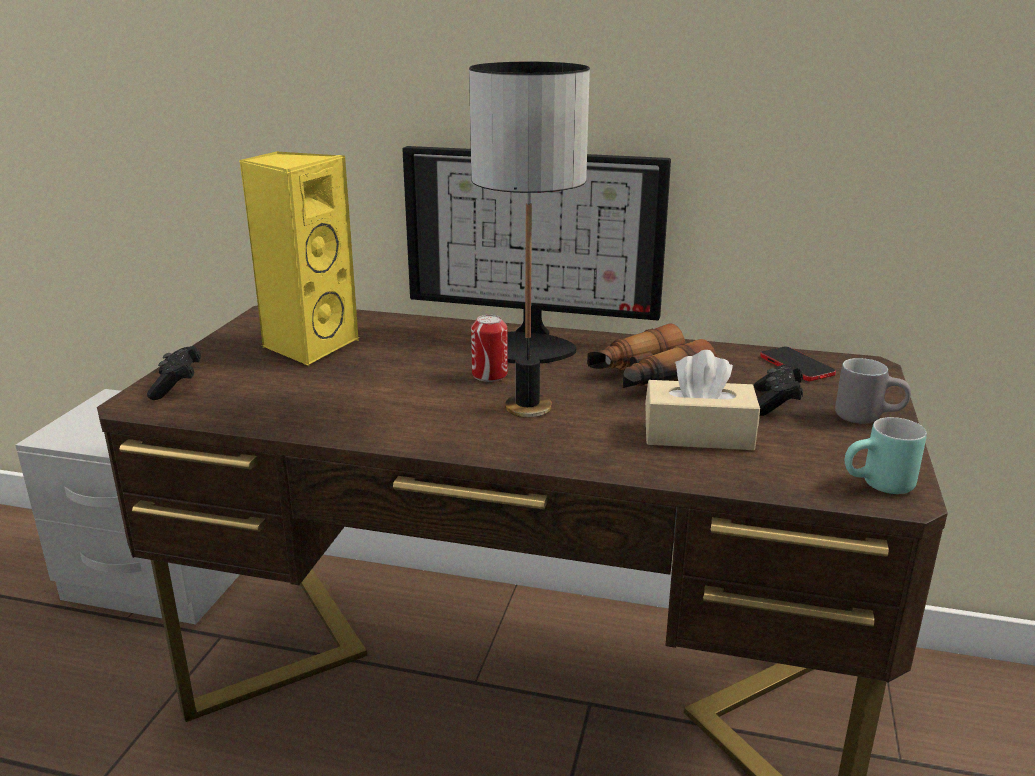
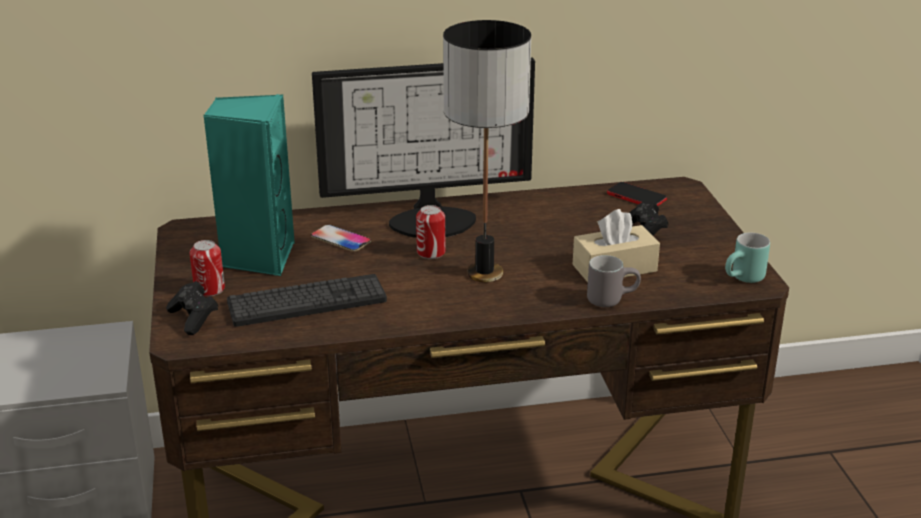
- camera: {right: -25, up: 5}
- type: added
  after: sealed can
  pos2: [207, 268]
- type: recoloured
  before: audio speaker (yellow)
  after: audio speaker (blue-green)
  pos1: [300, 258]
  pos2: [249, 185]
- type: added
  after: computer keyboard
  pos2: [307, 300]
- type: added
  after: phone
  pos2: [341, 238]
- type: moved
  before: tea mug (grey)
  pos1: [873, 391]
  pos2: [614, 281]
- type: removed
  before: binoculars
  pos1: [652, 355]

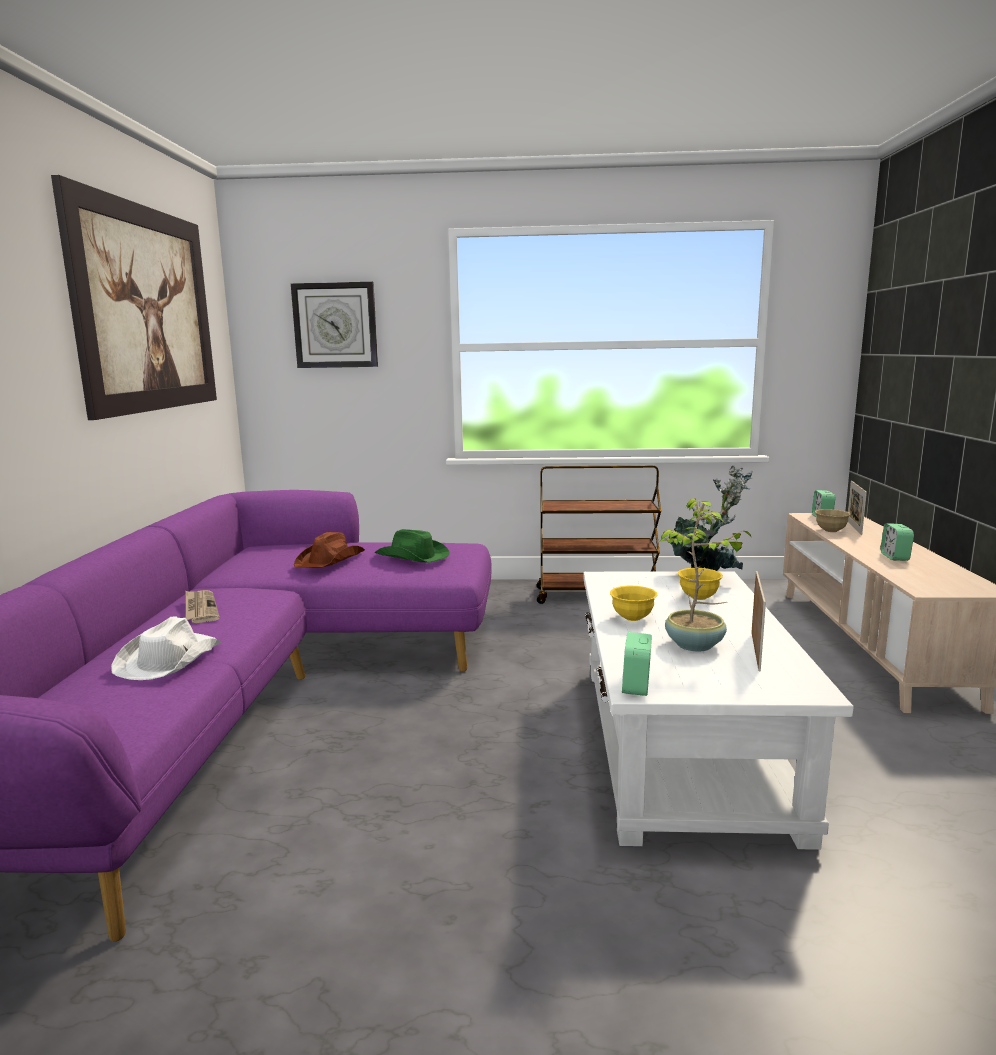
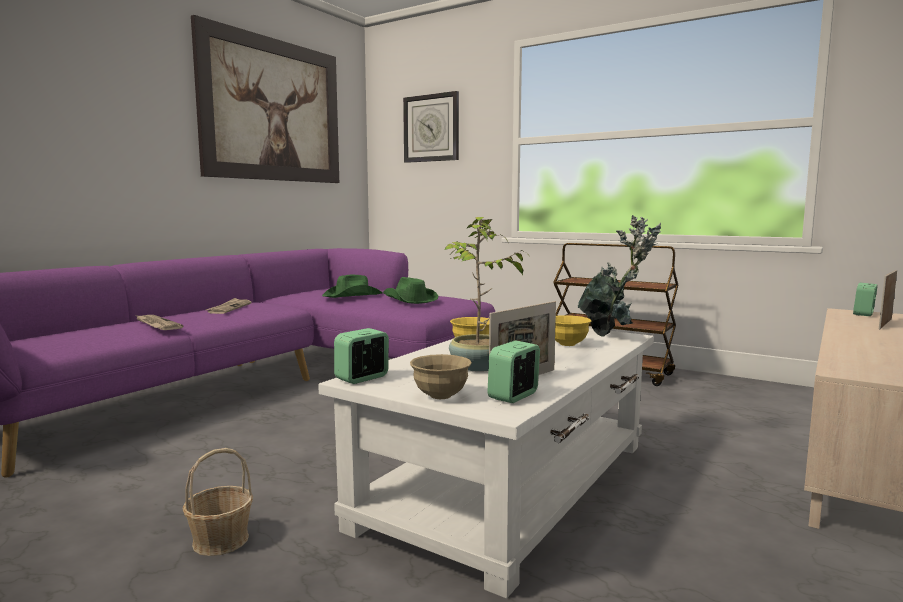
- camera: {right: 30, up: -5}
- type: replaced
  before: hat (whitish)
  after: printed paper
  pos1: [166, 648]
  pos2: [159, 322]
- type: added
  after: household basket
  pos2: [217, 502]
- type: recoloured
  before: hat (brown)
  after: hat (green)
  pos1: [329, 550]
  pos2: [352, 286]
- type: moved
  before: serving bowl (sand-coloured)
  pos1: [833, 520]
  pos2: [441, 376]
- type: moved
  before: bedside clock
  pos1: [897, 542]
  pos2: [514, 371]

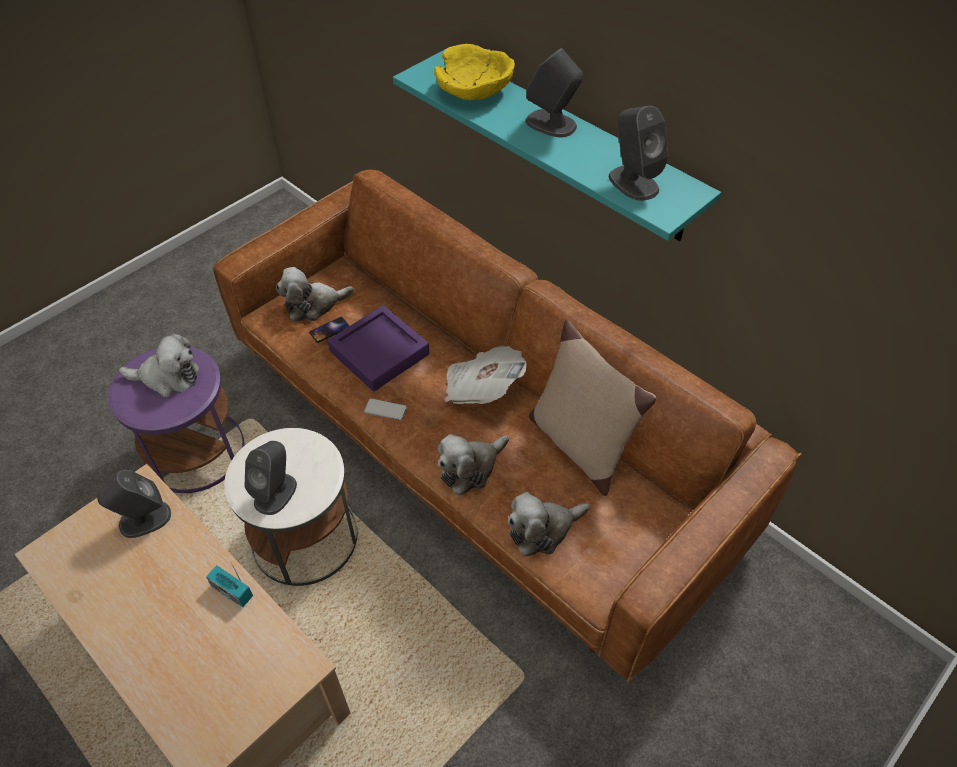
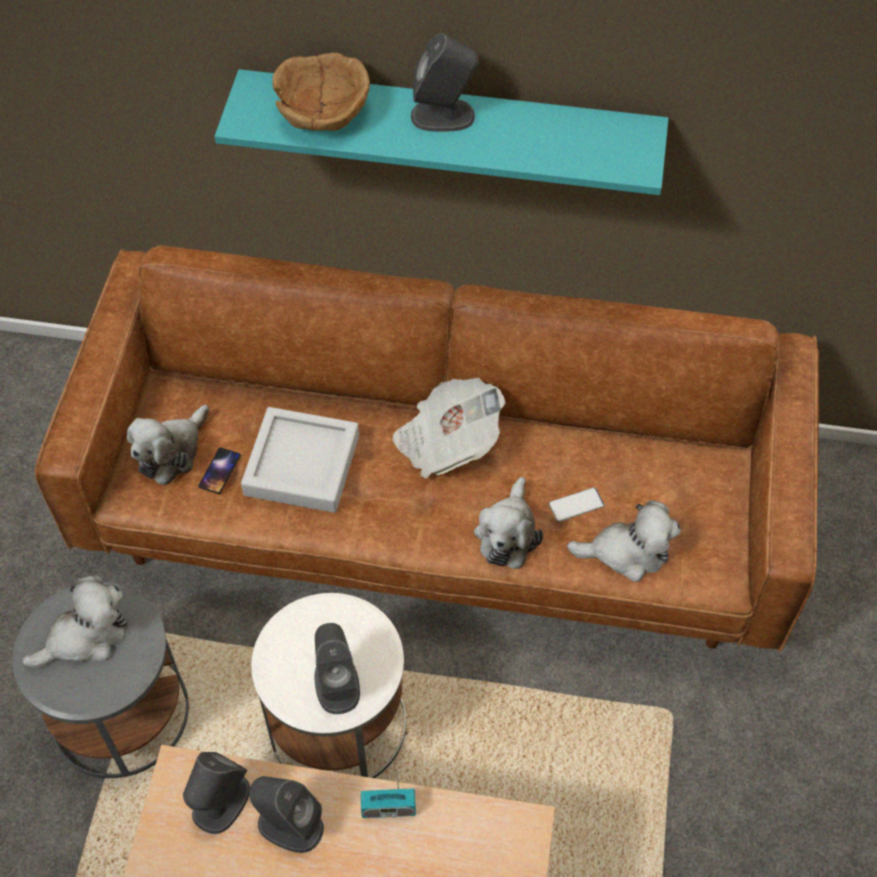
- camera: {right: -35, up: 5}
- type: recoloured
  before: side table (purple-coloured)
  after: side table (grey)
  pos1: [176, 420]
  pos2: [101, 680]
- type: recoloured
  before: carrying tray (purple-coloured)
  after: carrying tray (grey)
  pos1: [378, 348]
  pos2: [300, 460]
- type: moved
  before: audio speaker (grey)
  pos1: [638, 153]
  pos2: [286, 814]
- type: recoloured
  before: serving bowl (yellow)
  after: serving bowl (brown)
  pos1: [474, 72]
  pos2: [321, 92]
- type: moved
  before: phone
  pos1: [385, 409]
  pos2: [576, 504]
- type: turned
  before: plush toy
  pos1: [549, 524]
  pos2: [624, 541]
  turn: -120
- type: removed
  before: pillow (sand-coloured)
  pos1: [592, 407]

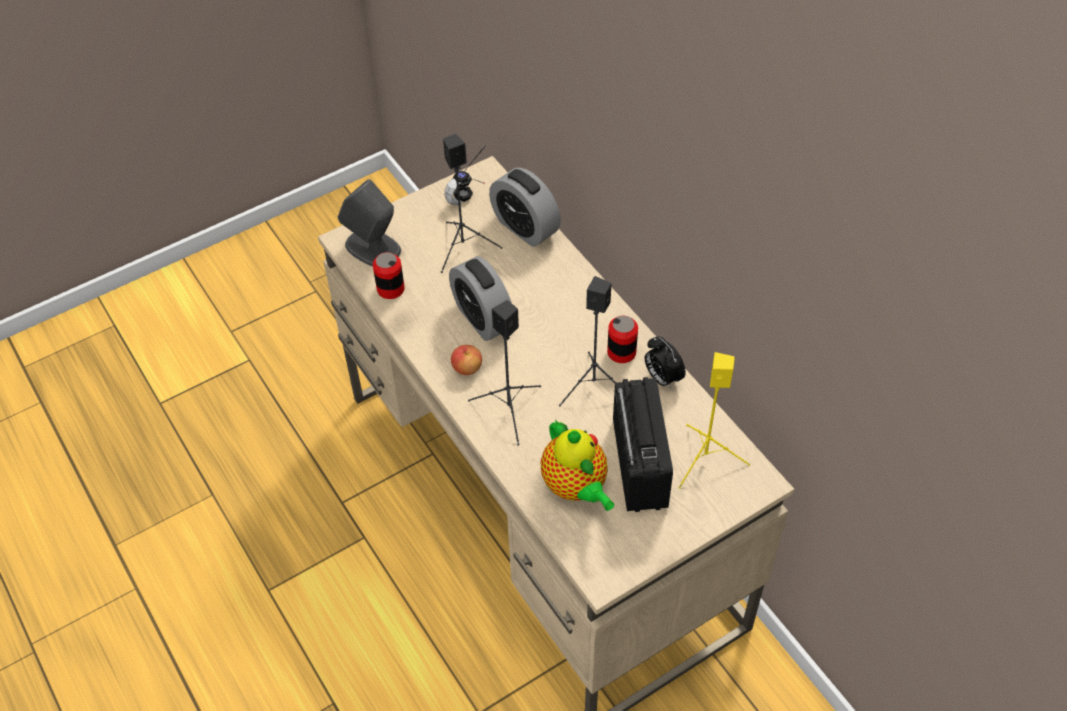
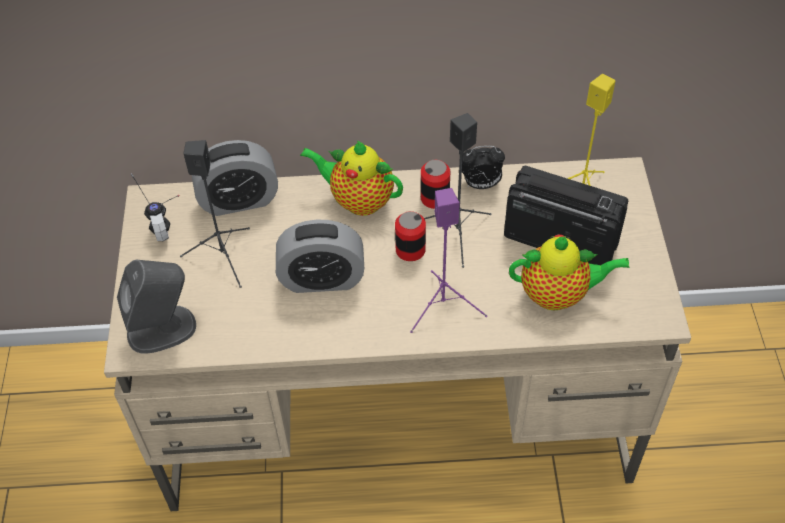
- camera: {right: -60, up: 0}
- type: added
  after: pot for tea
  pos2: [351, 178]
- type: moved
  before: sealed can
  pos1: [389, 275]
  pos2: [410, 236]
- type: recoloured
  before: audio speaker (black)
  after: audio speaker (purple-coloured)
  pos1: [504, 373]
  pos2: [448, 260]
- type: removed
  before: whole apple
  pos1: [466, 360]

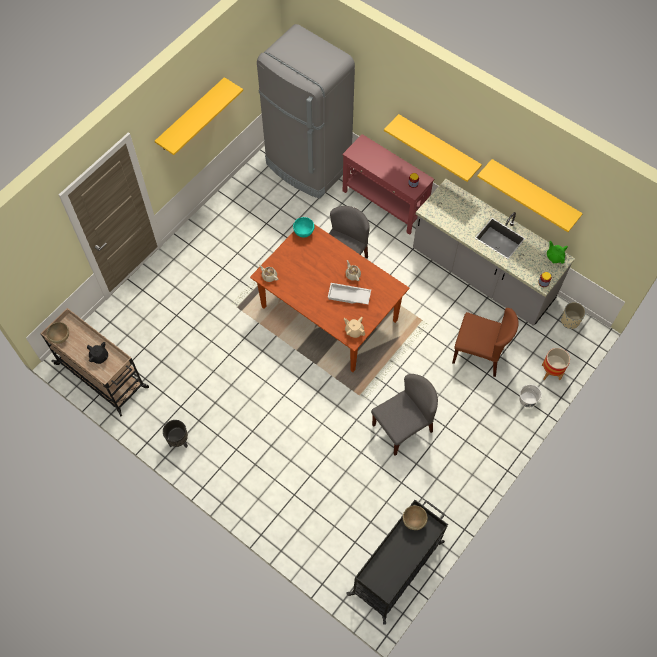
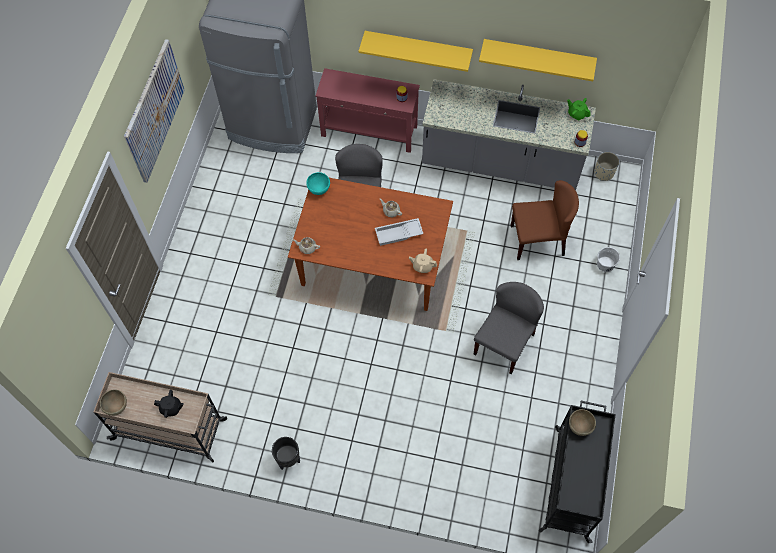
- camera: {right: -25, up: 0}
- type: replaced
  before: bracket shelf (yellow)
  after: wall picture
  pos1: [199, 116]
  pos2: [154, 111]
- type: removed
  before: flower pot
  pos1: [556, 364]

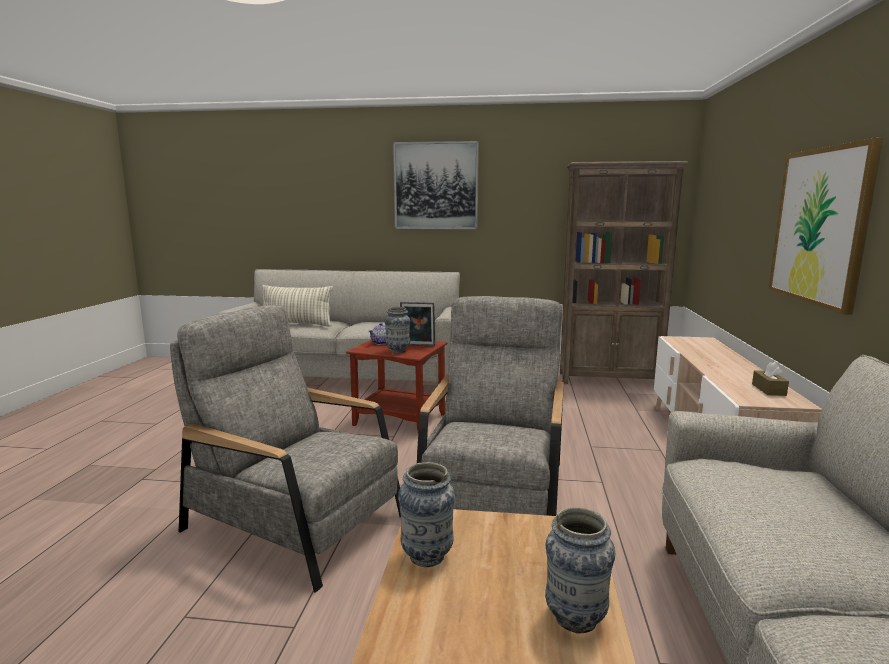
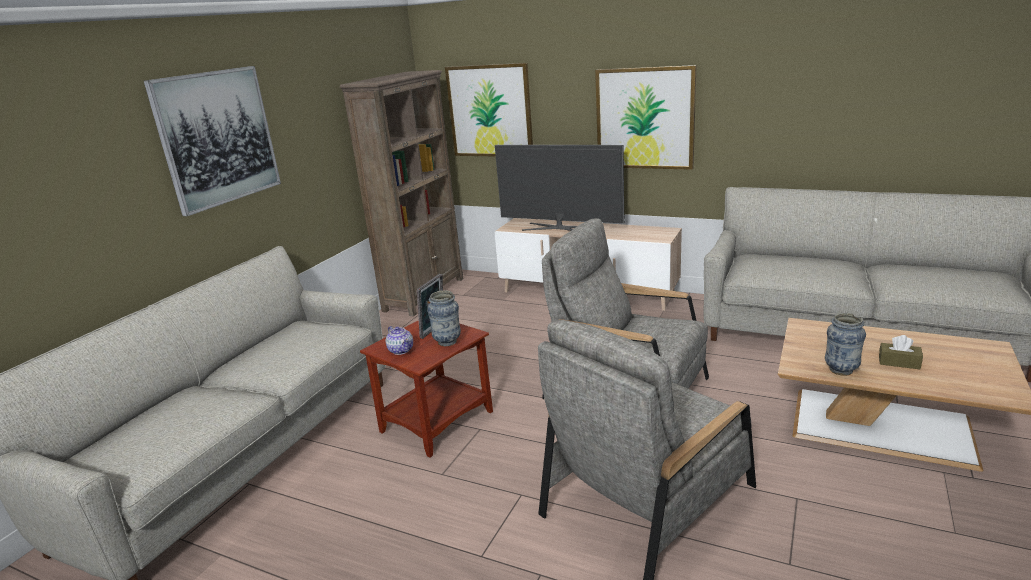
- camera: {right: -70, up: 10}
- type: added
  after: wall picture
  pos2: [489, 109]
- type: added
  after: TV set
  pos2: [559, 188]
- type: moved
  before: box of tissues (brown)
  pos1: [770, 379]
  pos2: [901, 352]
- type: removed
  before: pillow
  pos1: [297, 306]
- type: removed
  before: decorative vase
  pos1: [580, 570]

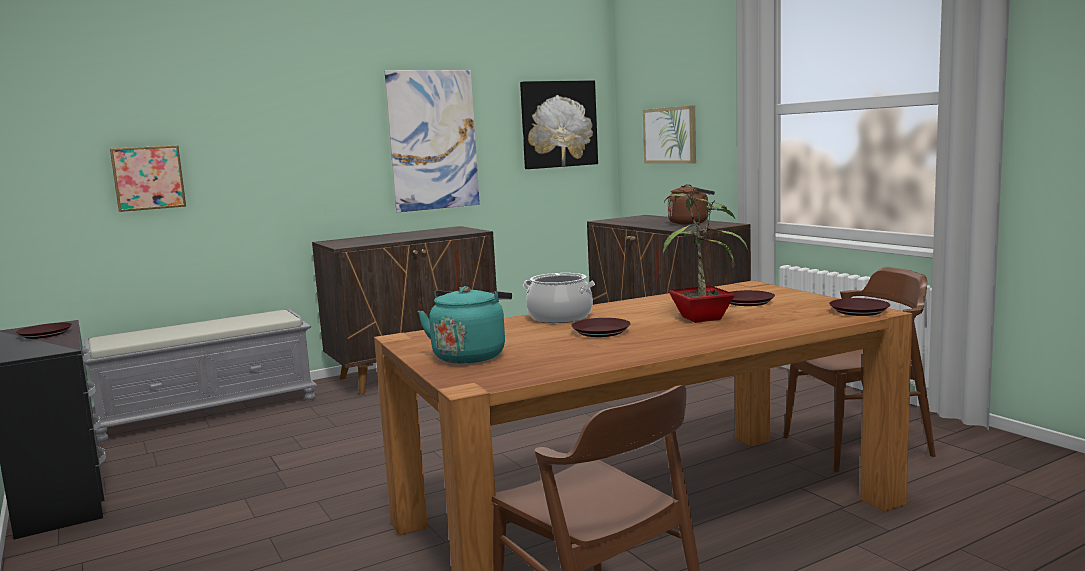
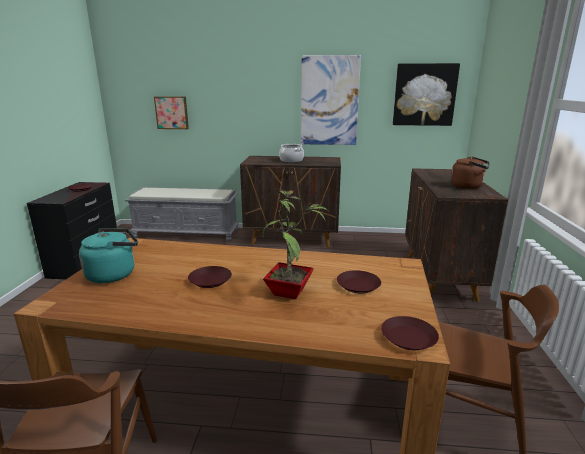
- camera: {right: 35, up: 10}
- type: moved
  before: saucepot
  pos1: [559, 298]
  pos2: [291, 153]
- type: removed
  before: wall picture
  pos1: [669, 134]

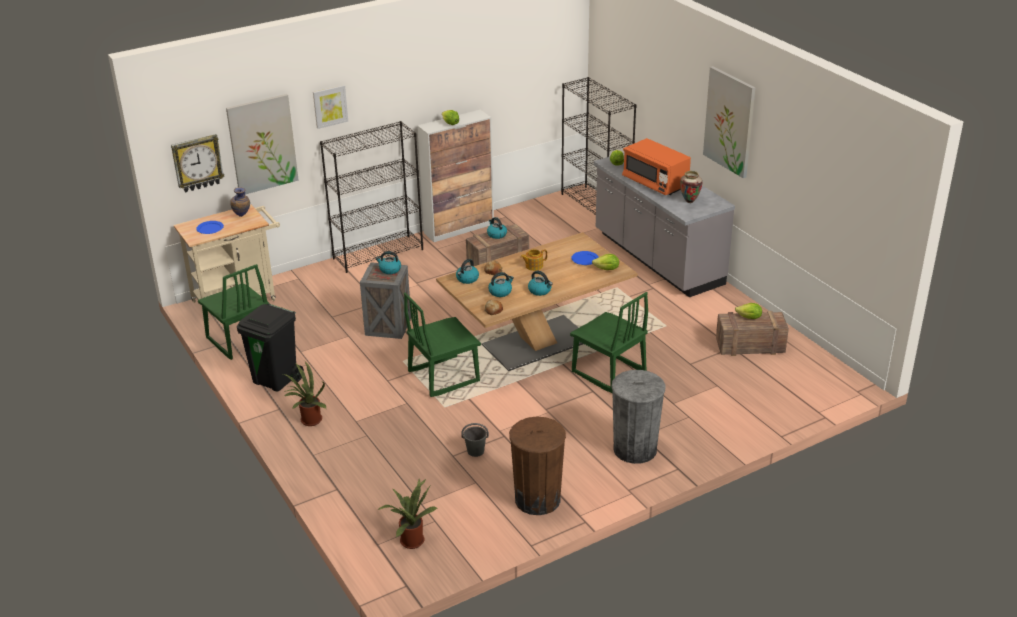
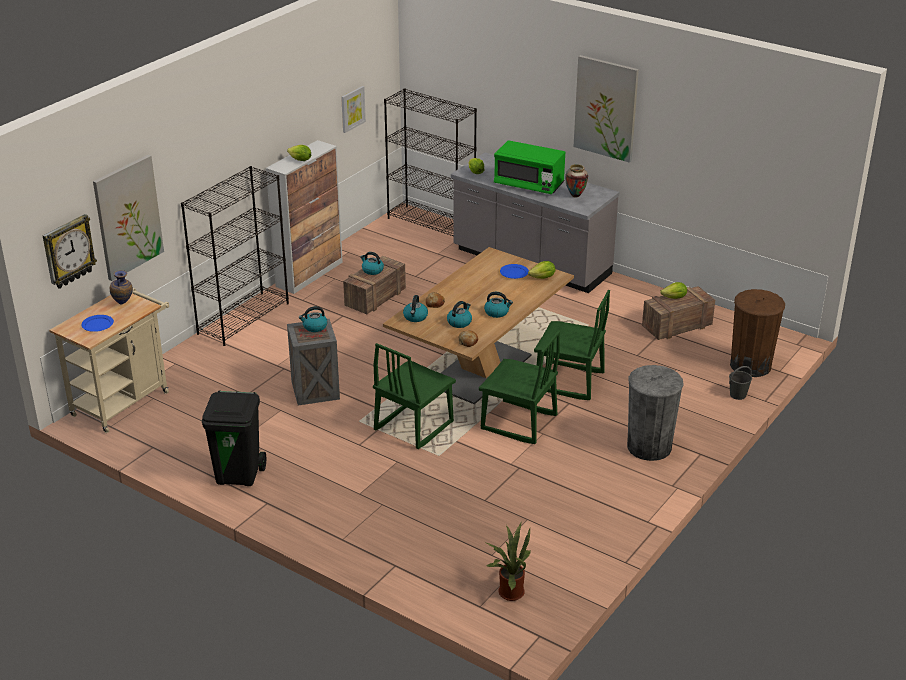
- camera: {right: -25, up: 0}
- type: moved
  before: wall picture
  pos1: [330, 107]
  pos2: [353, 109]
- type: moved
  before: upright chair (green)
  pos1: [233, 312]
  pos2: [519, 387]
- type: recoloured
  before: kitchen microwave (orangey)
  after: kitchen microwave (green)
  pos1: [656, 166]
  pos2: [529, 167]
- type: moved
  before: water bucket (grey)
  pos1: [475, 440]
  pos2: [740, 383]
- type: moved
  before: trash can (brown)
  pos1: [537, 465]
  pos2: [757, 333]
- type: removed
  before: potted plant
  pos1: [304, 394]
- type: removed
  before: pot for tea
  pos1: [533, 260]

